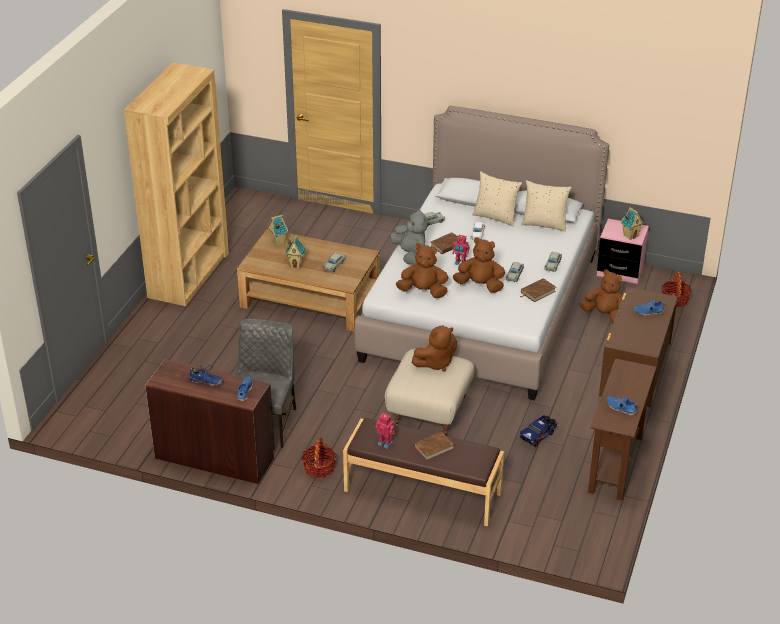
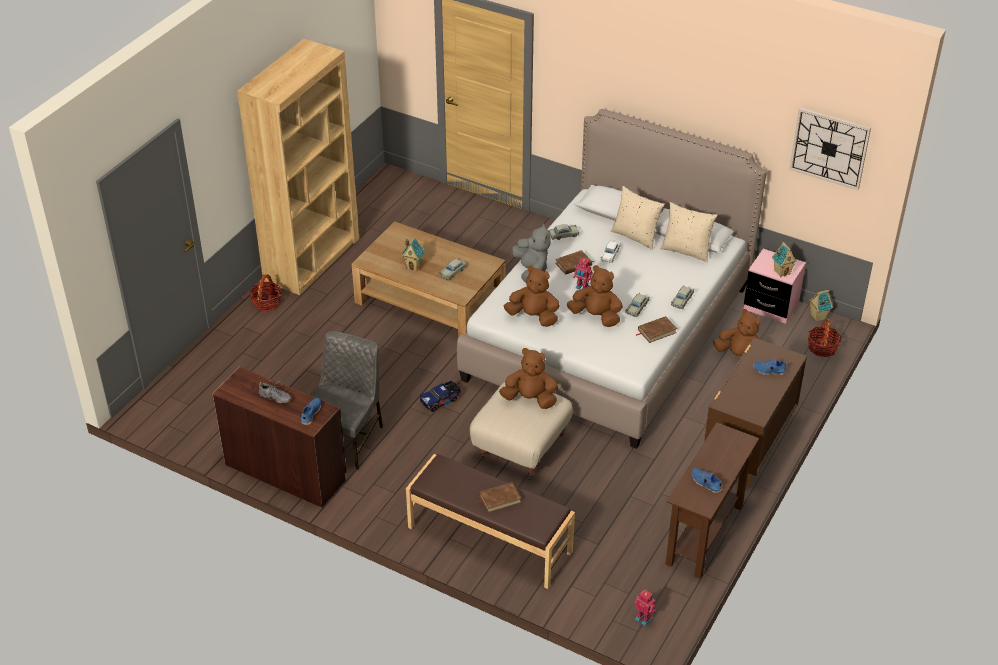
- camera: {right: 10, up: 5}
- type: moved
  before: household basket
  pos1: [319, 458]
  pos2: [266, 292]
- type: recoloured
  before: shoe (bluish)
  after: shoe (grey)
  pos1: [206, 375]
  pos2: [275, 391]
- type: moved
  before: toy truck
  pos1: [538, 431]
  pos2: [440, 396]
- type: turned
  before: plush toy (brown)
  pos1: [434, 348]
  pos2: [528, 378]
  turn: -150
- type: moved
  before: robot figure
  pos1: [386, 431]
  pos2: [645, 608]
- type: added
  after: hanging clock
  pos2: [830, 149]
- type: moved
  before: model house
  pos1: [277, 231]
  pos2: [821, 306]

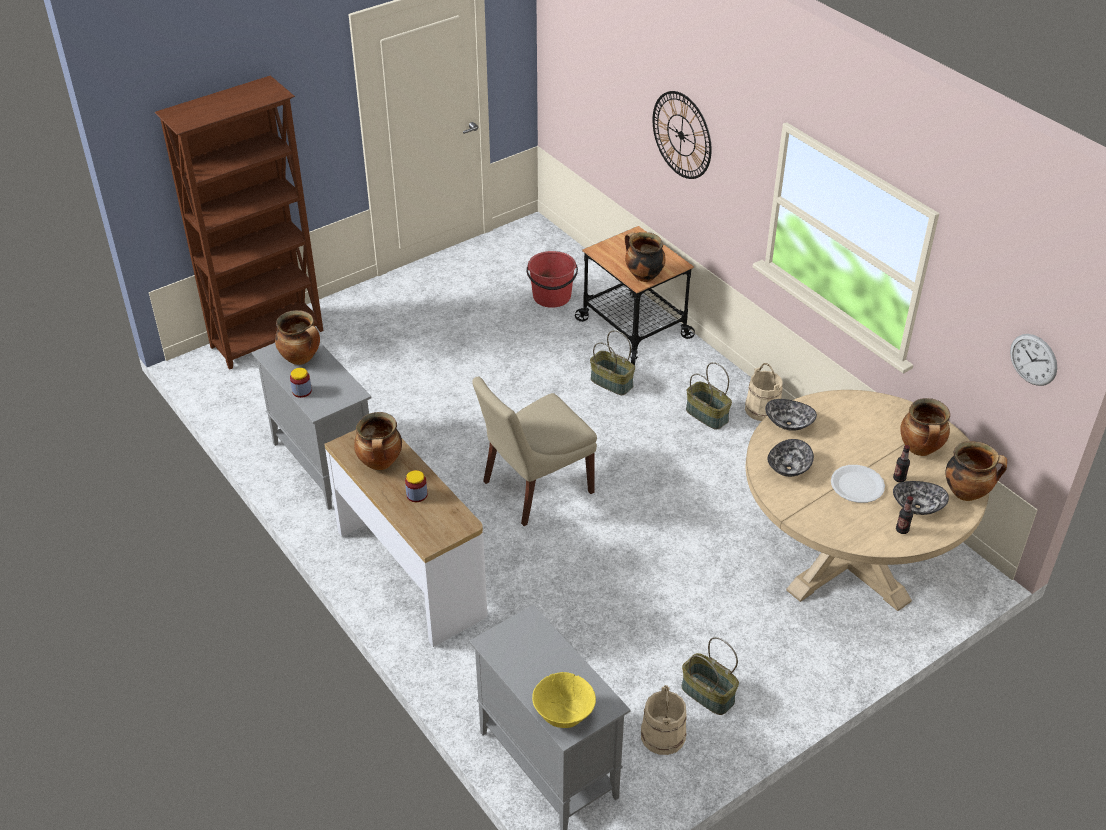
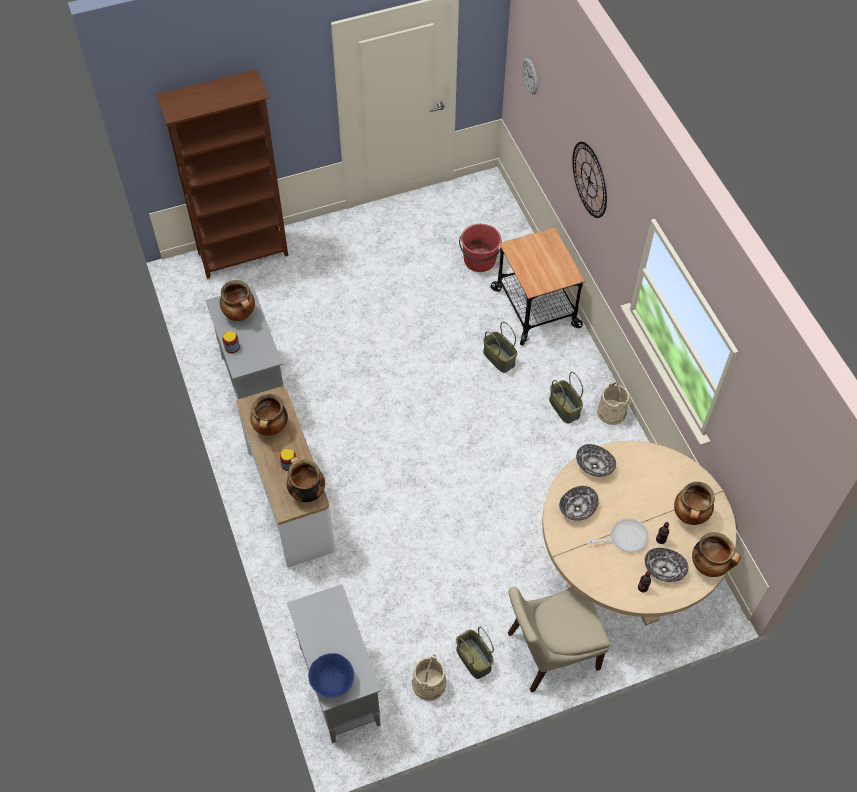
- camera: {right: 15, up: 15}
- type: moved
  before: saucepot
  pos1: [645, 257]
  pos2: [306, 479]
- type: recoloured
  before: serving bowl (yellow)
  after: serving bowl (bluish)
  pos1: [564, 700]
  pos2: [331, 675]
- type: moved
  before: upright chair (sand-coloured)
  pos1: [534, 451]
  pos2: [559, 639]
- type: moved
  before: hanging clock
  pos1: [1033, 360]
  pos2: [530, 76]
- type: replaced
  before: flat dish (whitish)
  after: frying pan
  pos1: [858, 484]
  pos2: [618, 536]

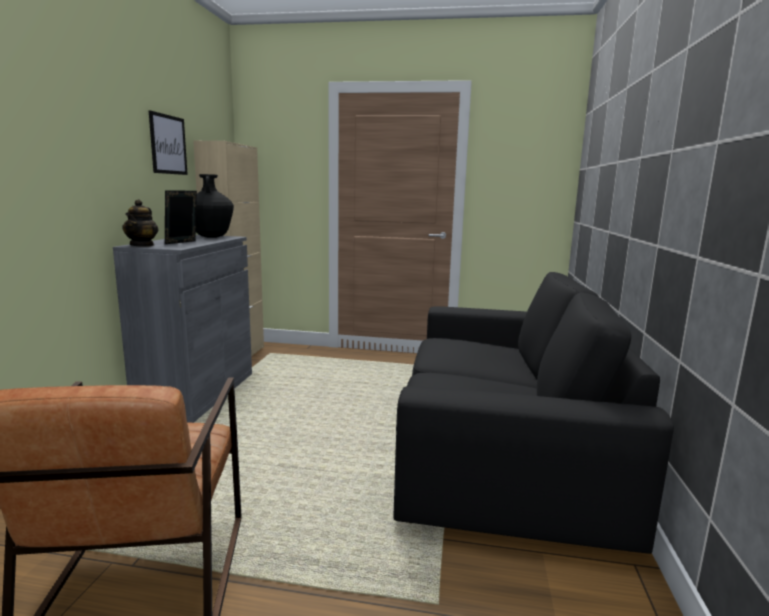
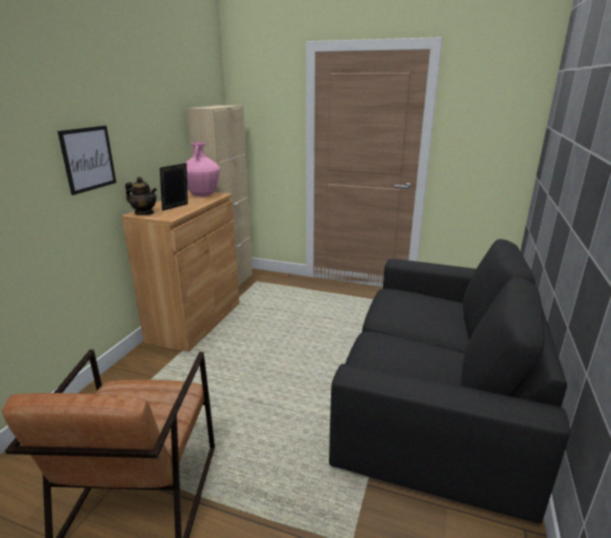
- camera: {right: 10, up: 10}
- type: moved
  before: wall picture
  pos1: [168, 142]
  pos2: [87, 160]
- type: recoloured
  before: cabinet (grey)
  after: cabinet (brown)
  pos1: [182, 329]
  pos2: [180, 271]
- type: turned
  before: pot for tea
  pos1: [140, 223]
  pos2: [141, 196]
  turn: -75
- type: recoloured
  before: decorative vase (black)
  after: decorative vase (pink)
  pos1: [215, 206]
  pos2: [203, 169]

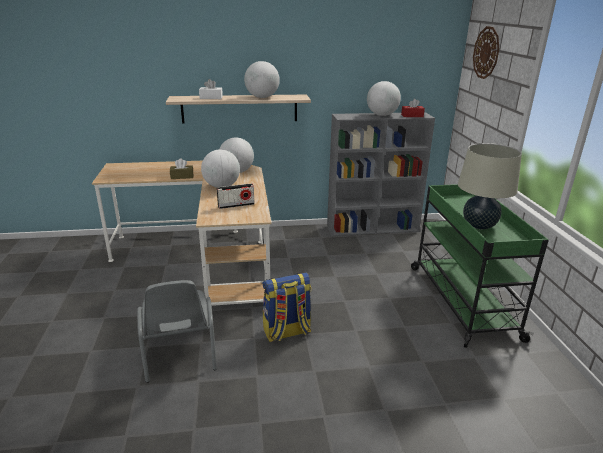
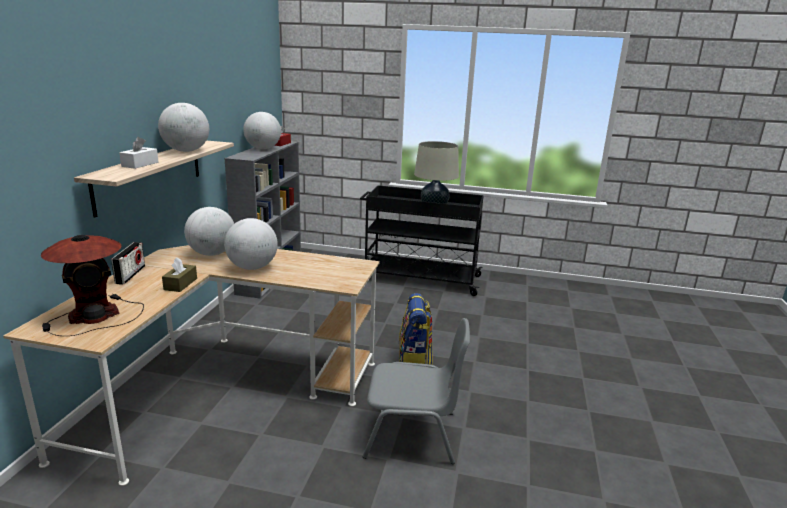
- camera: {right: -70, up: -5}
- type: added
  after: table lamp
  pos2: [92, 285]
- type: moved
  before: radio set
  pos1: [235, 196]
  pos2: [128, 263]
- type: recoloured
  before: wheeled cart (green)
  after: wheeled cart (black)
  pos1: [480, 266]
  pos2: [422, 240]
- type: removed
  before: hanging clock
  pos1: [486, 52]

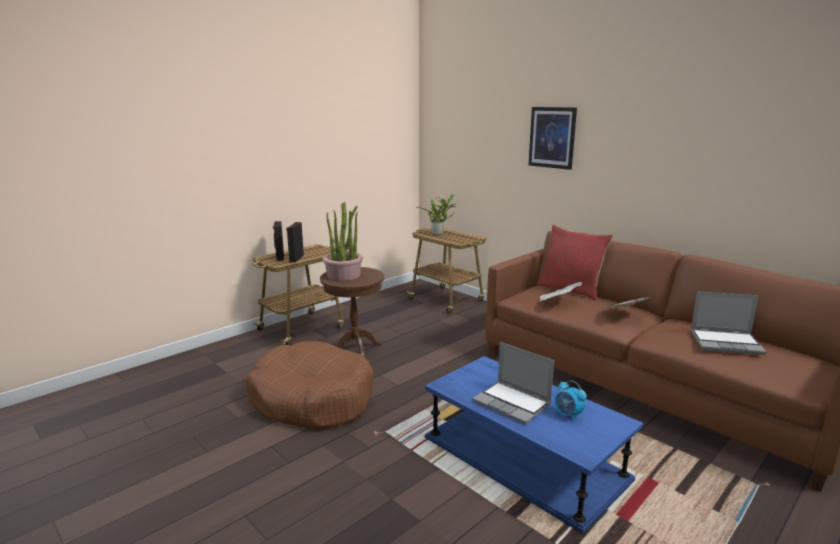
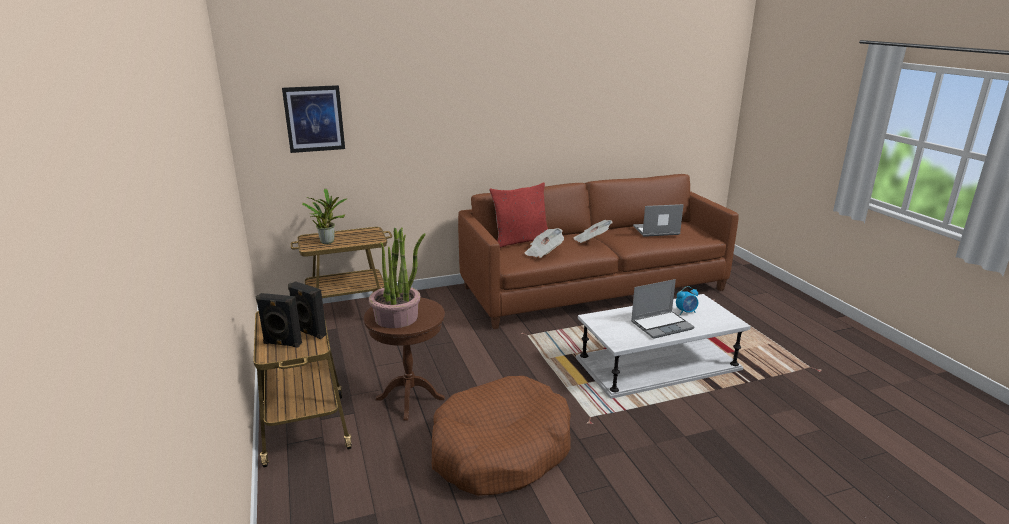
- camera: {right: -65, up: 5}
- type: moved
  before: wall picture
  pos1: [552, 138]
  pos2: [313, 119]
- type: recoloured
  before: lounge table (bluish)
  after: lounge table (whitish)
  pos1: [534, 445]
  pos2: [663, 346]
- type: turned
  before: portable computer
  pos1: [728, 323]
  pos2: [658, 220]
  turn: -135

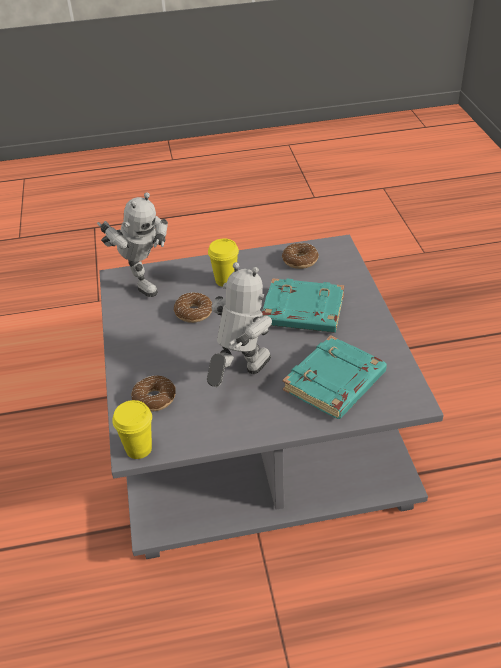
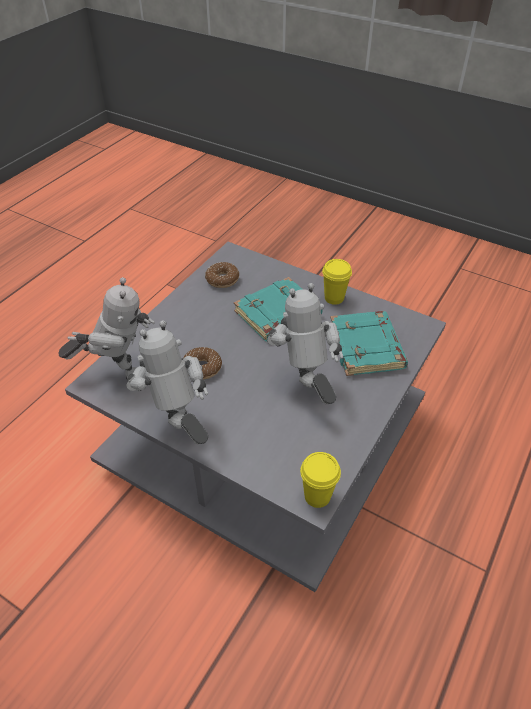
- camera: {right: -50, up: 5}
- type: added
  after: robot figure
  pos2: [167, 382]
- type: moved
  before: drinking cup (yellow)
  pos1: [223, 263]
  pos2: [337, 282]
- type: removed
  before: ring doughnut
  pos1: [153, 393]

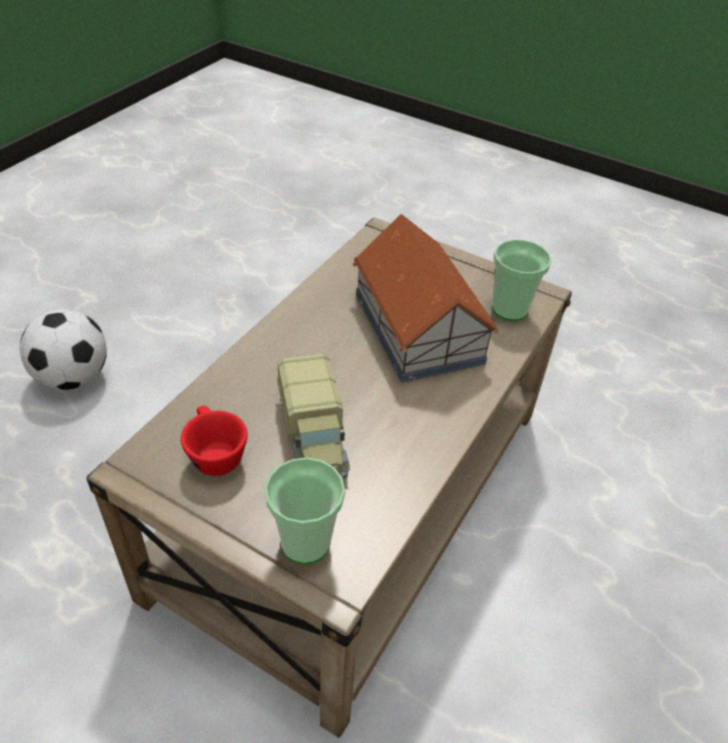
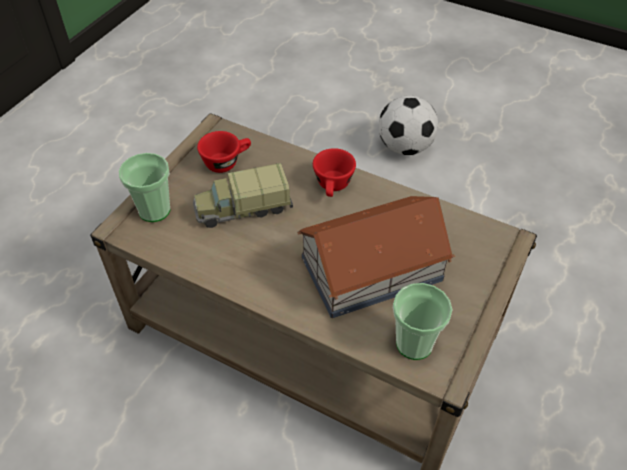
- camera: {right: 90, up: 5}
- type: added
  after: drinking cup (reddish)
  pos2: [334, 172]

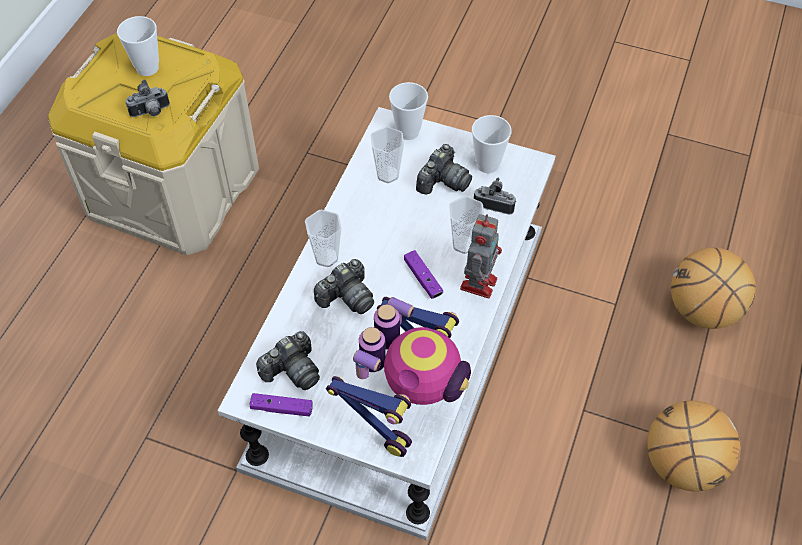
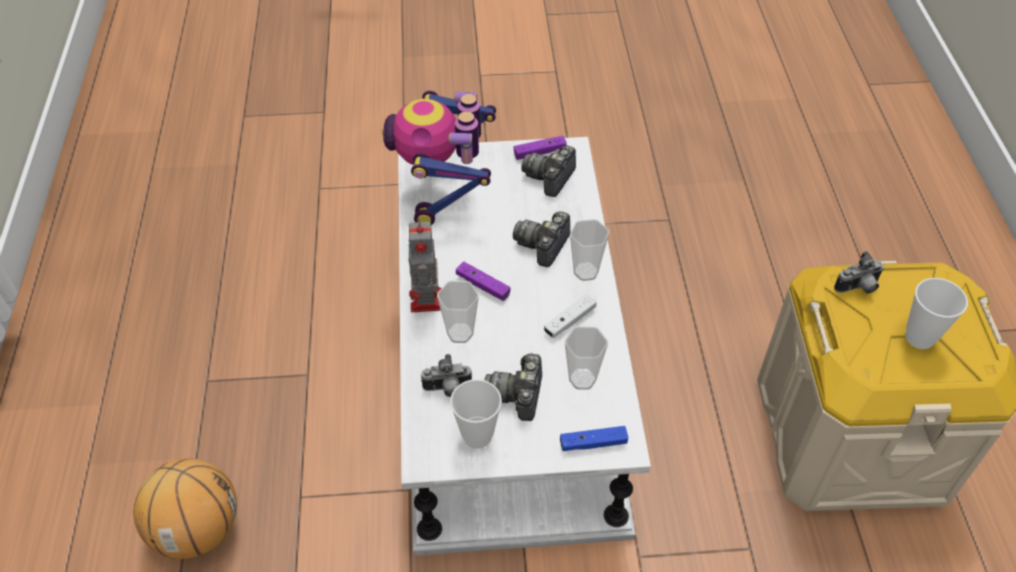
- camera: {right: 155, up: -5}
- type: added
  after: gamepad (whitish)
  pos2: [570, 316]
- type: replaced
  before: drinking cup
  after: gamepad (bluish)
  pos1: [408, 111]
  pos2: [594, 438]
- type: turned
  before: photo camera
  pos1: [148, 98]
  pos2: [859, 272]
  turn: -150
- type: removed
  before: basketball
  pos1: [694, 445]

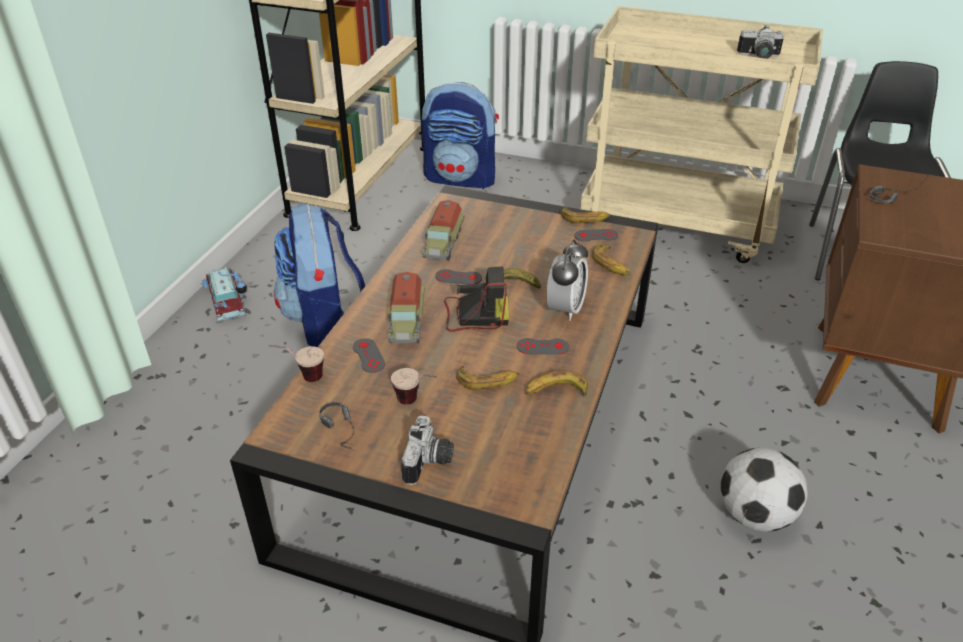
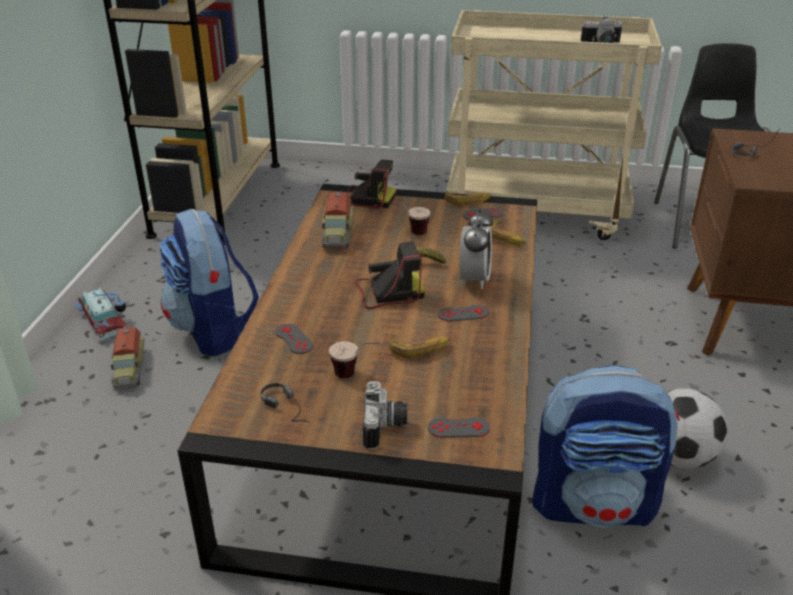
- camera: {right: -10, up: -5}
- type: moved
  before: toy truck
  pos1: [406, 307]
  pos2: [128, 357]
- type: added
  after: photo camera
  pos2: [372, 184]
- type: moved
  before: drinking cup
  pos1: [296, 363]
  pos2: [411, 219]
- type: moved
  before: gamepad (grey)
  pos1: [458, 276]
  pos2: [459, 427]
- type: moved
  before: backpack
  pos1: [460, 135]
  pos2: [606, 446]
- type: removed
  before: whole banana
  pos1: [556, 383]

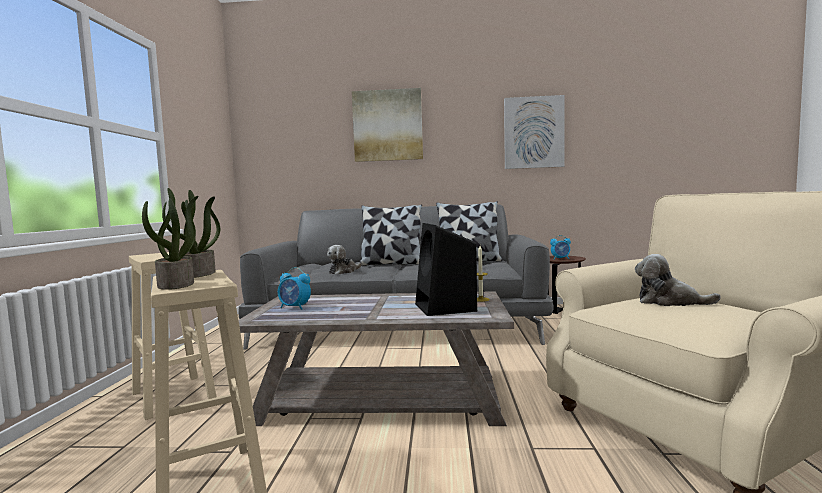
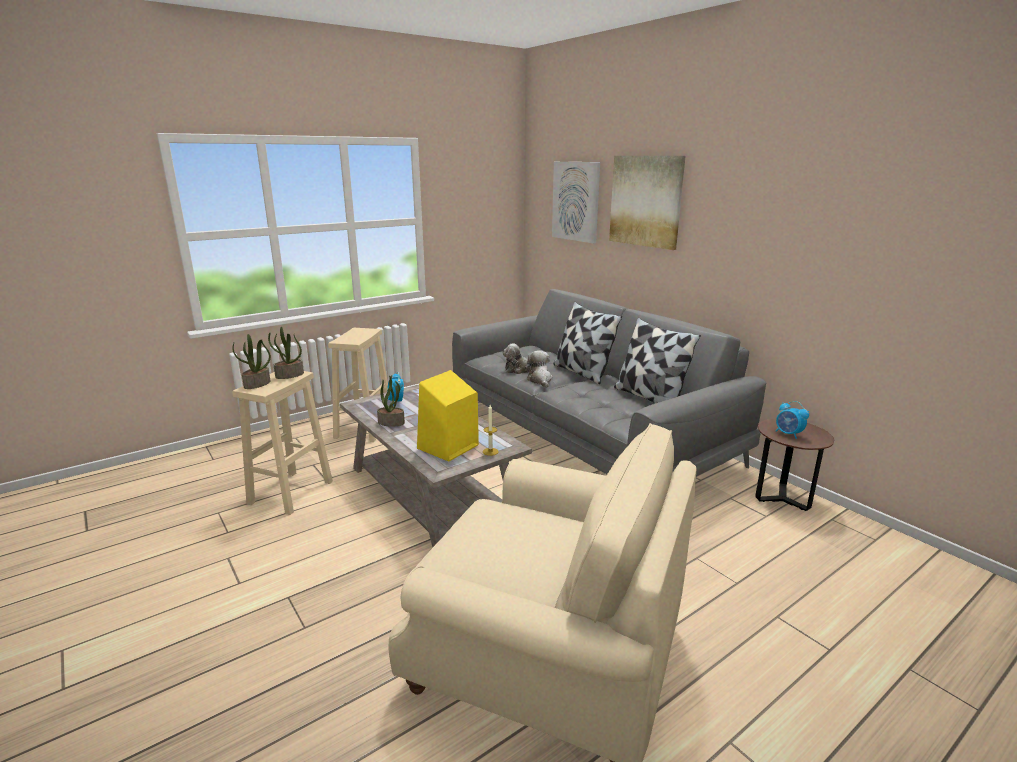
- camera: {right: 50, up: 15}
- type: added
  after: potted plant
  pos2: [391, 401]
- type: recoloured
  before: audio speaker (black)
  after: audio speaker (yellow)
  pos1: [446, 269]
  pos2: [448, 416]
- type: moved
  before: plush toy
  pos1: [678, 280]
  pos2: [539, 369]
- type: moved
  before: wall picture
  pos1: [534, 132]
  pos2: [576, 202]

